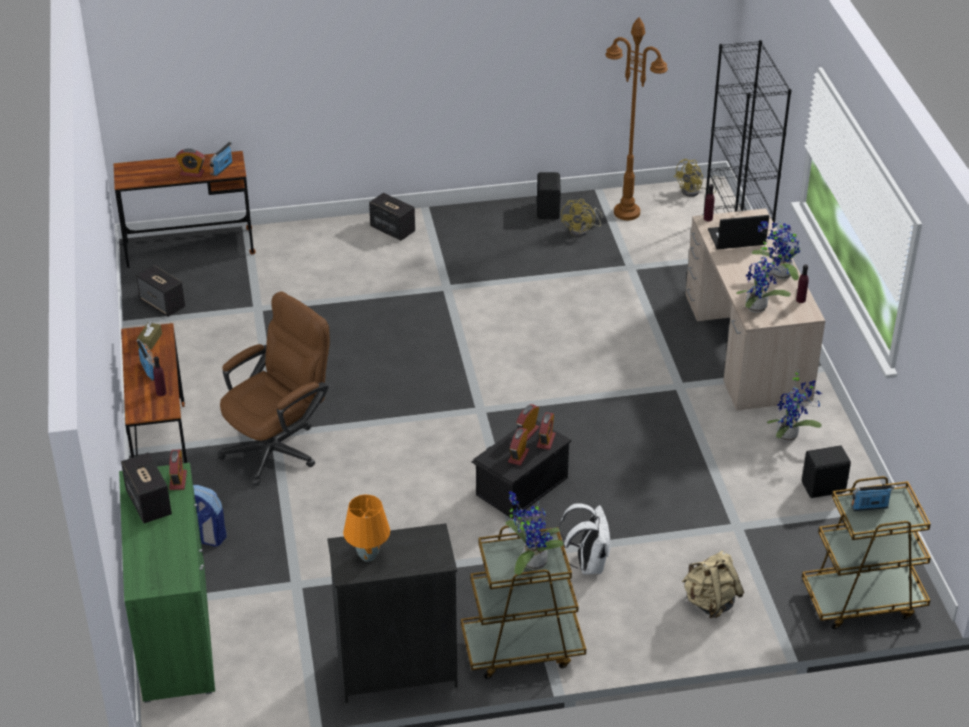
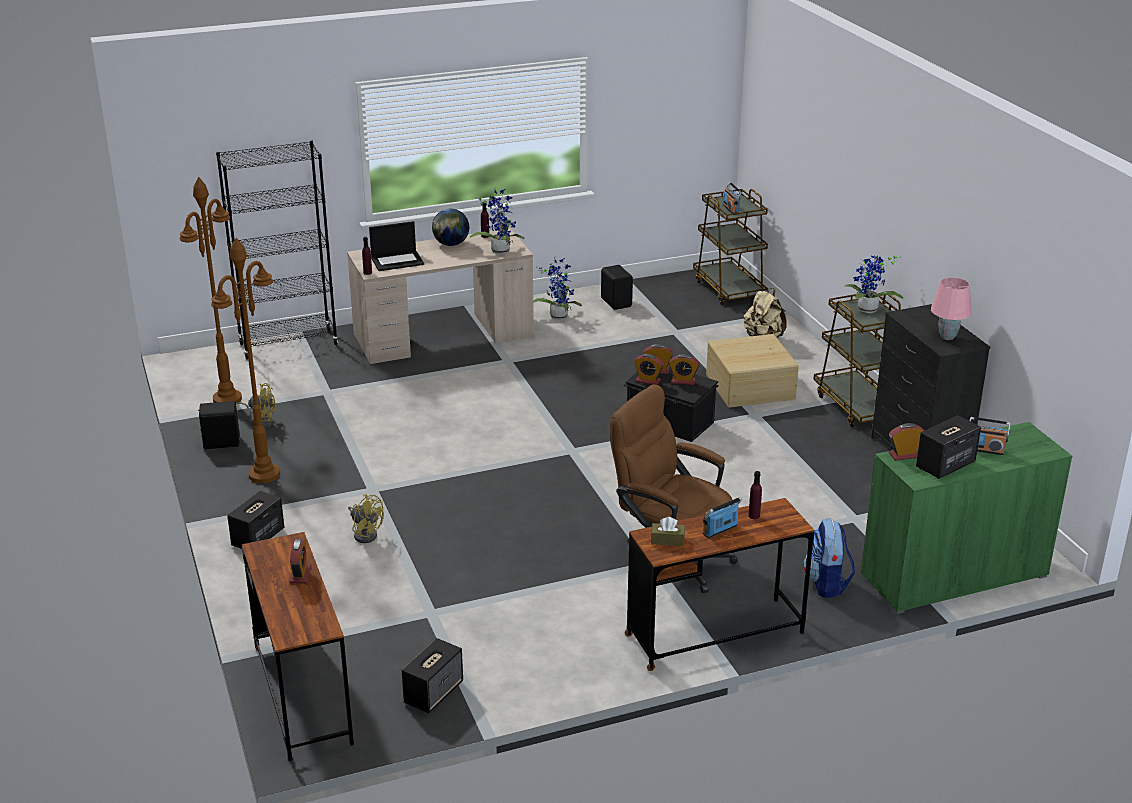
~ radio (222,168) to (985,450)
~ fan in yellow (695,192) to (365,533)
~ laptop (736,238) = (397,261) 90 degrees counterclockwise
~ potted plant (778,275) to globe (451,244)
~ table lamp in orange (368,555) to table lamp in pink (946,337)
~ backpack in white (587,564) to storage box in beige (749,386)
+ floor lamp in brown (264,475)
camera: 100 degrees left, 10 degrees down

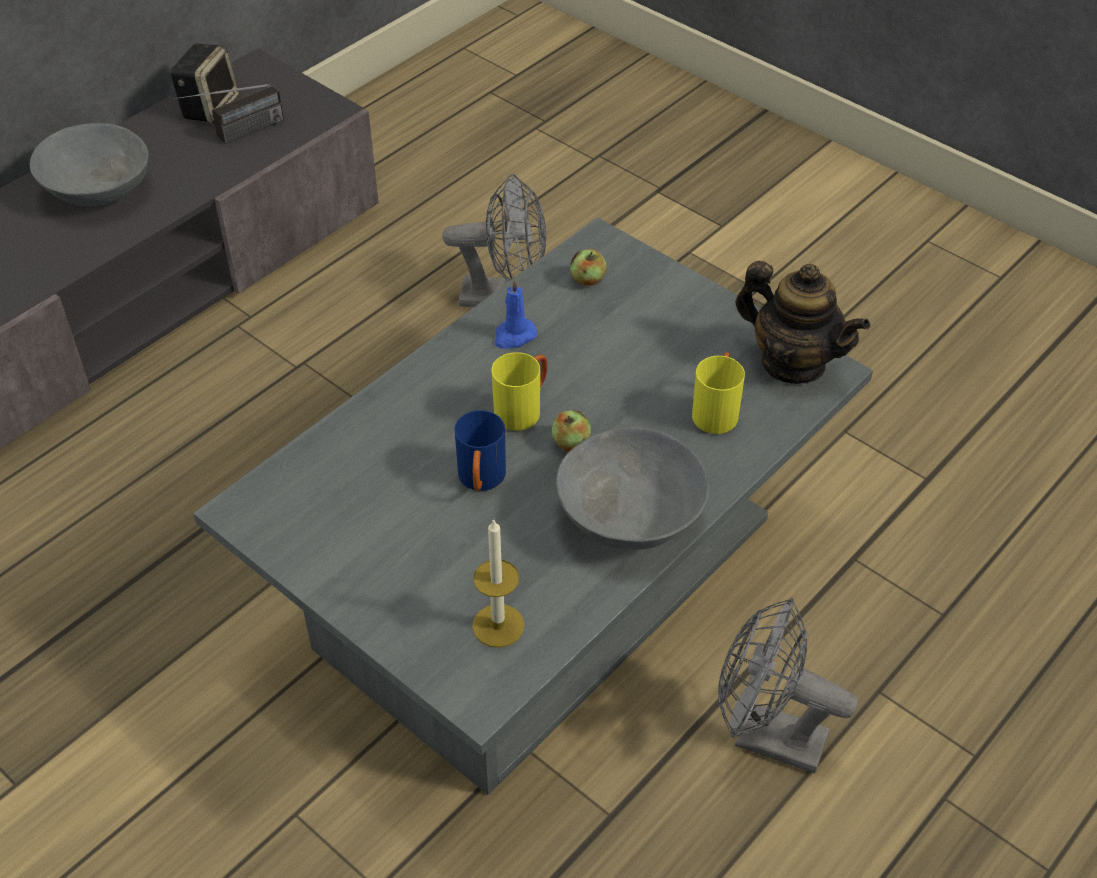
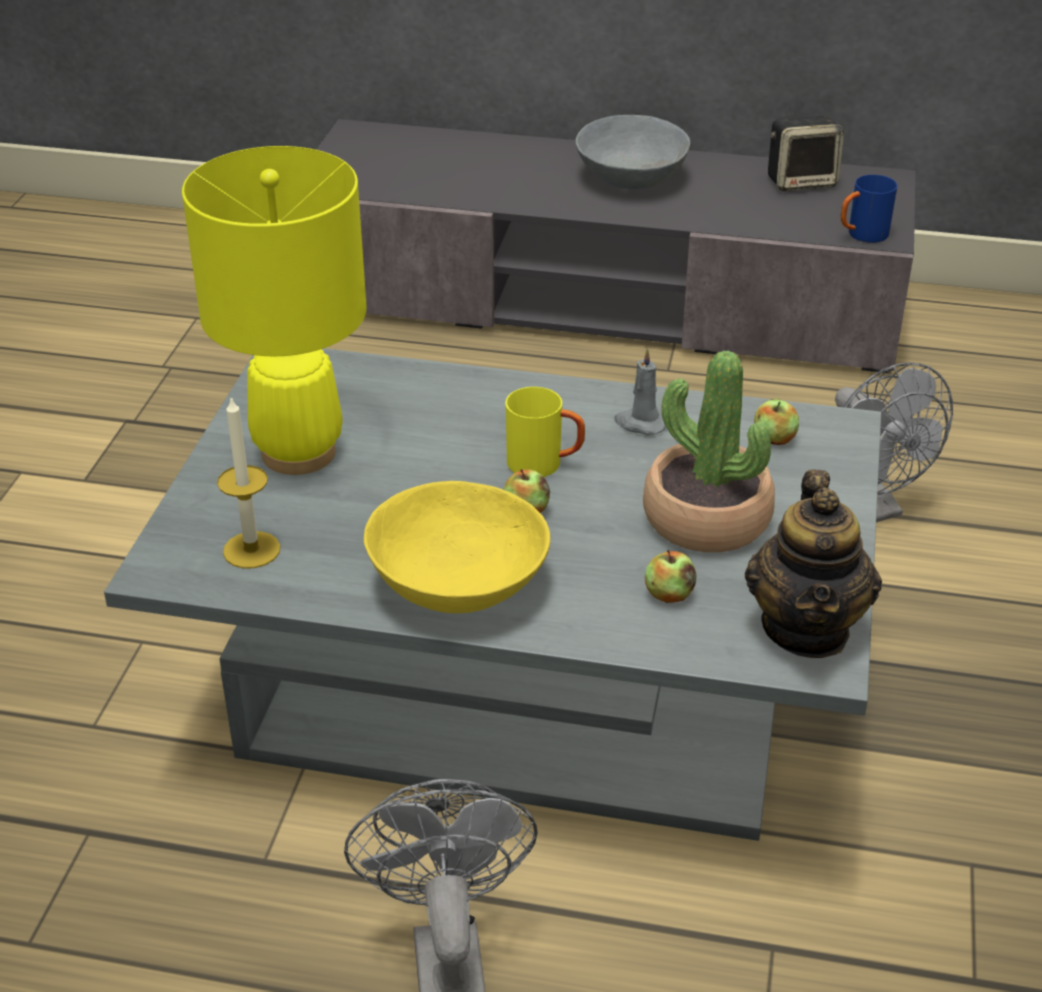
- radio (235,135)
~ candle in blue (514,336) to candle in grey (640,423)
~ mug in yellow (716,411) to apple (669,594)
~ mug in blue (481,481) to (861,236)
~ bowl in grey (631,518) to bowl in yellow (456,586)
+ table lamp in yellow (298,453)
+ potted plant (706,518)
camera: 60 degrees right, 10 degrees down

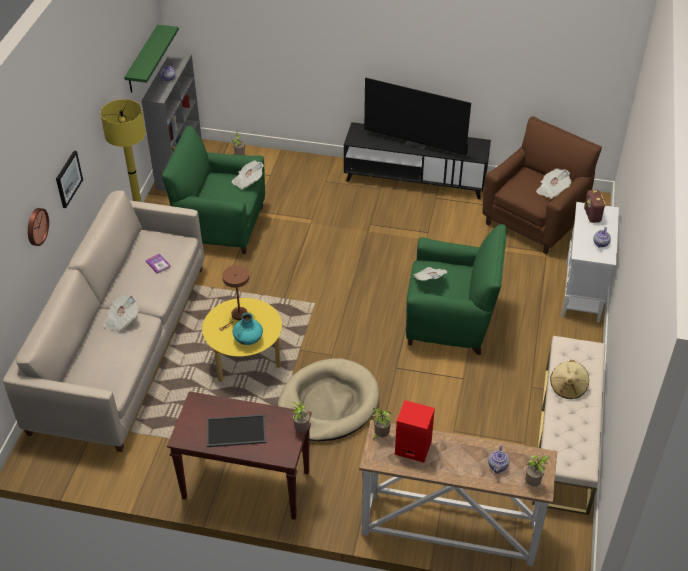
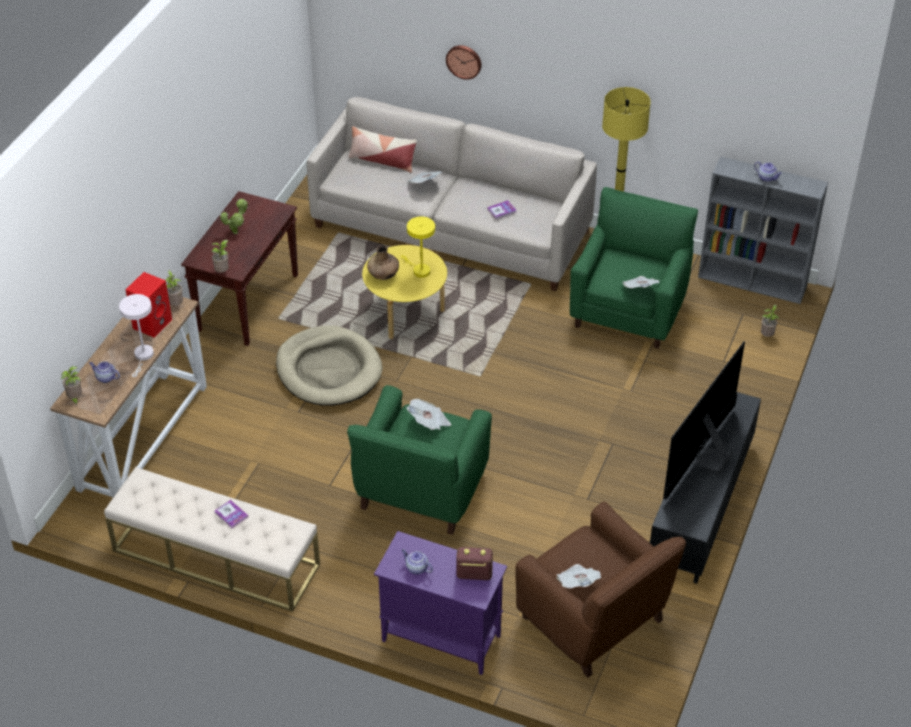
- shelf in green (142,60)
- picture (68,179)
~ cabinet in white (582,292) to cabinet in purple (440,638)
~ table lamp in brown (237,316) to table lamp in yellow (419,270)
~ vase in turquoise (248,339) to vase in brown (383,275)
~ hat in beige (568,387) to book (231,514)
~ tray (235,432) to potted plant (237,231)
+ pillow (382,161)
+ table lamp in white (143,356)
camera: 100 degrees right, 0 degrees up

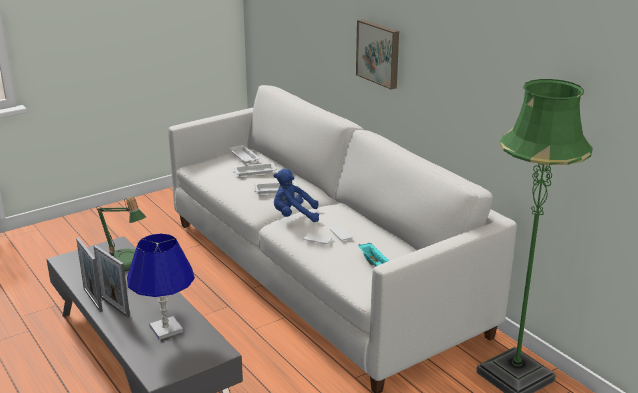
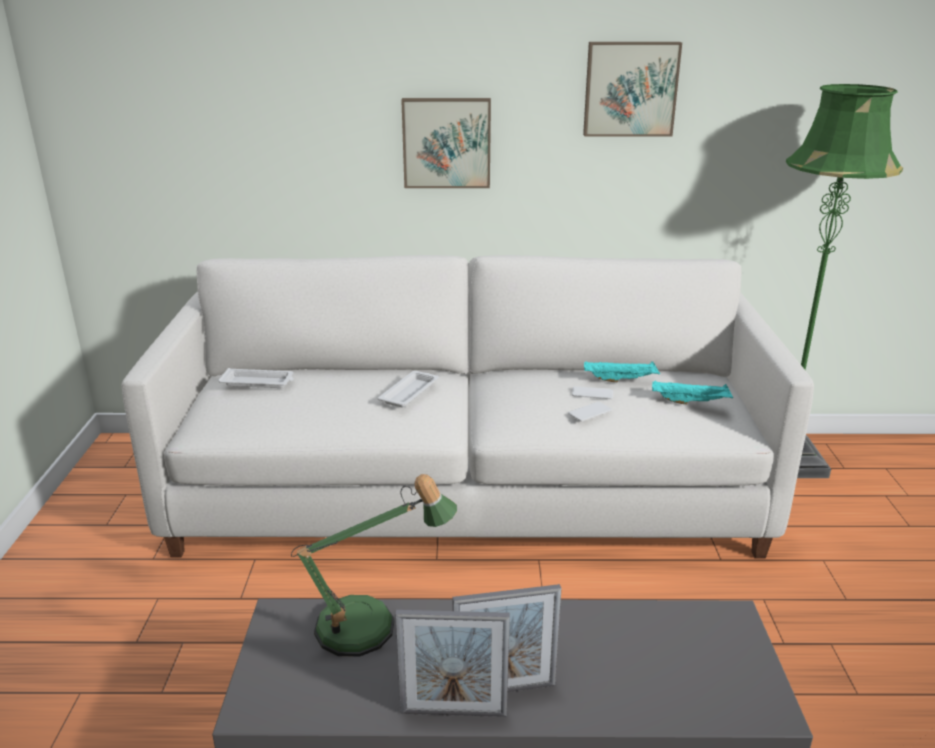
- tray in white (254,172)
- plush toy in blue (294,216)
- table lamp in blue (166,329)
+ picture (630,89)
+ tray in turquoise (621,380)
camera: 55 degrees left, 0 degrees up

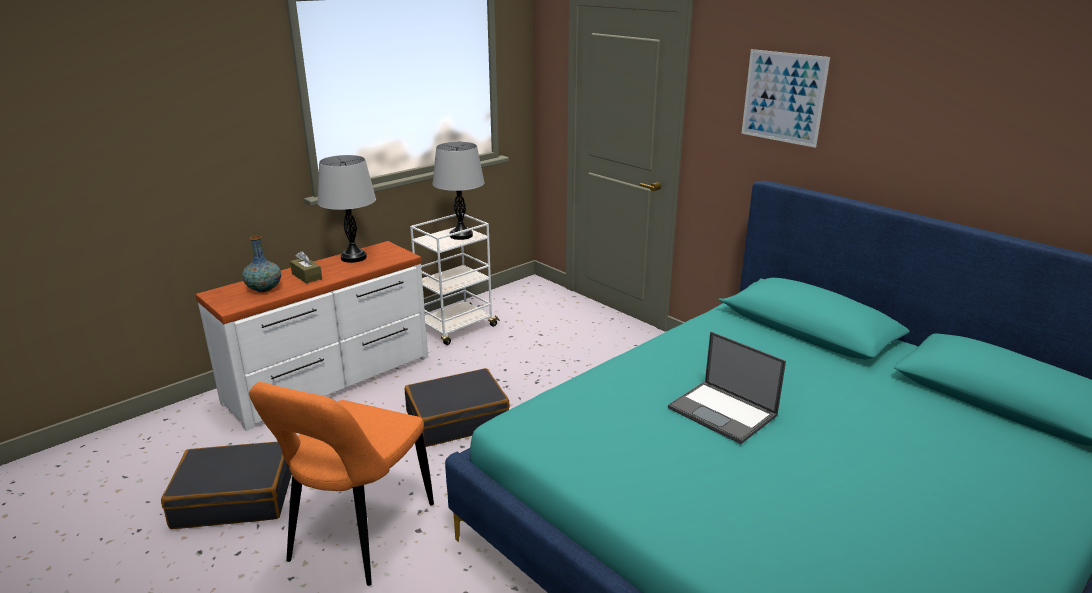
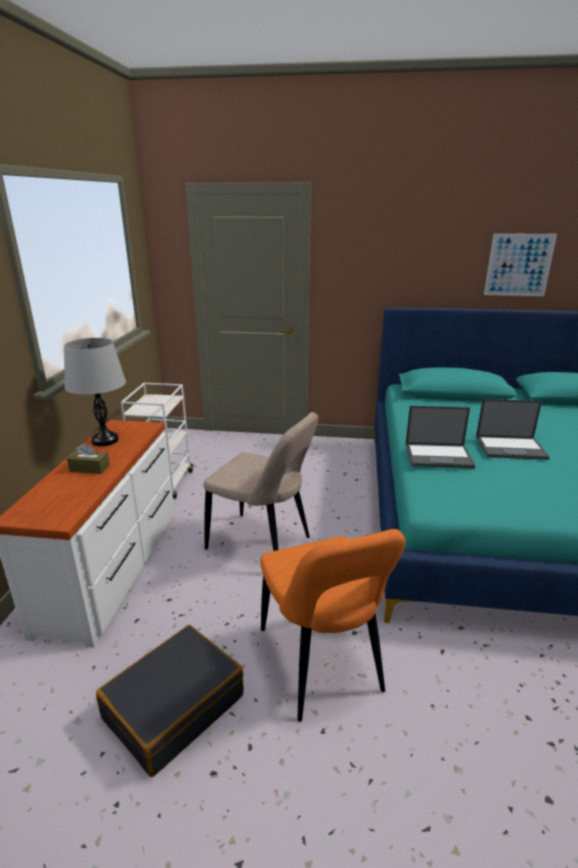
~ picture (783,97) to (519,265)
- table lamp in grey (461,235)
- vase (264,289)
~ suitcase in black (457,419) to chair in beige (263,545)
+ laptop (439,456)
camera: 40 degrees left, 0 degrees up

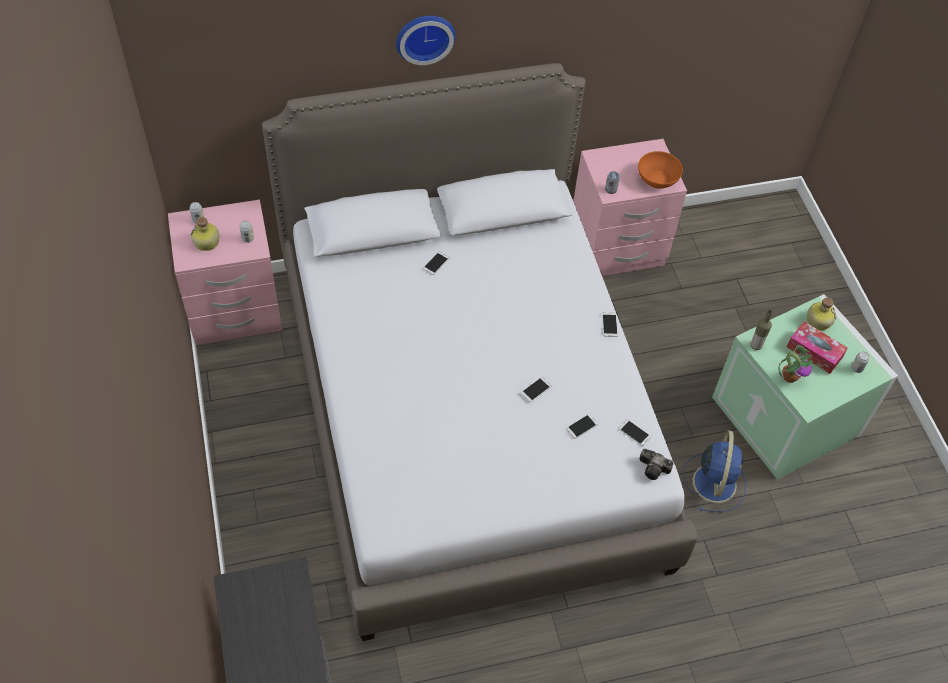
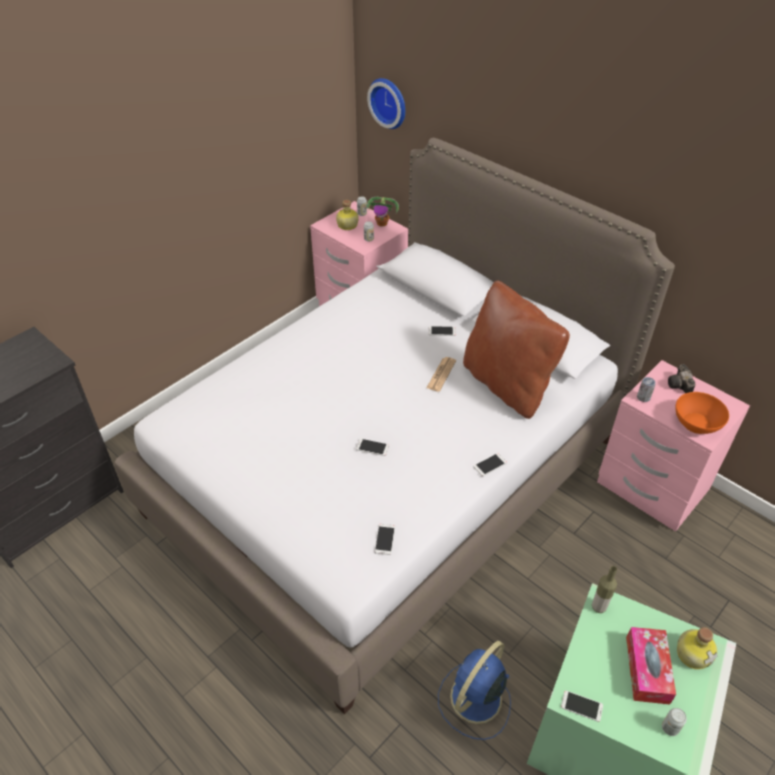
~ wall clock (424,36) to (389,102)
~ potted plant (789,376) to (382,223)
~ phone (582,426) to (581,706)
~ fan in blue (714,481) = (474,700) 150 degrees clockwise
~ photo camera (654,469) to (680,386)
+ pillow in brown (507,385)
+ newspaper (441,374)
camera: 60 degrees right, 10 degrees down

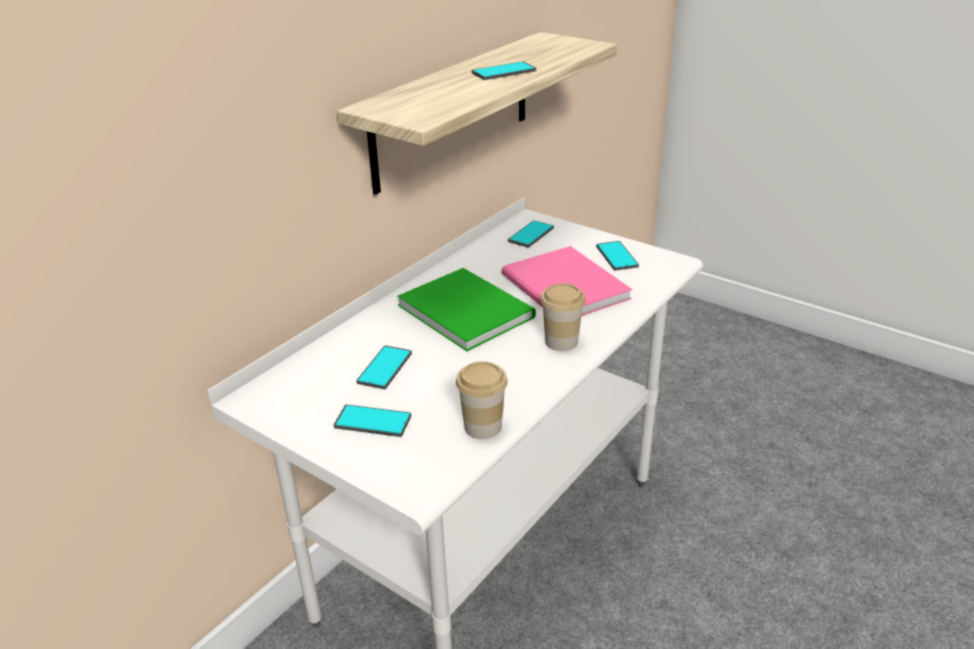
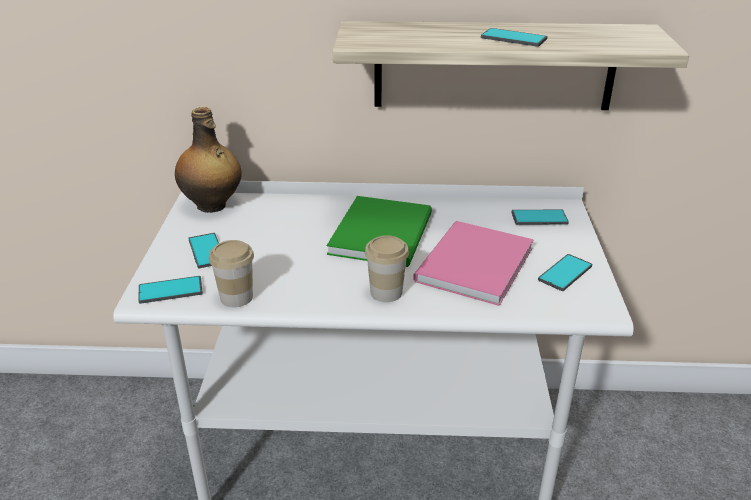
~ phone (384,368) to (170,290)
+ bottle (212,206)
camera: 55 degrees right, 0 degrees up

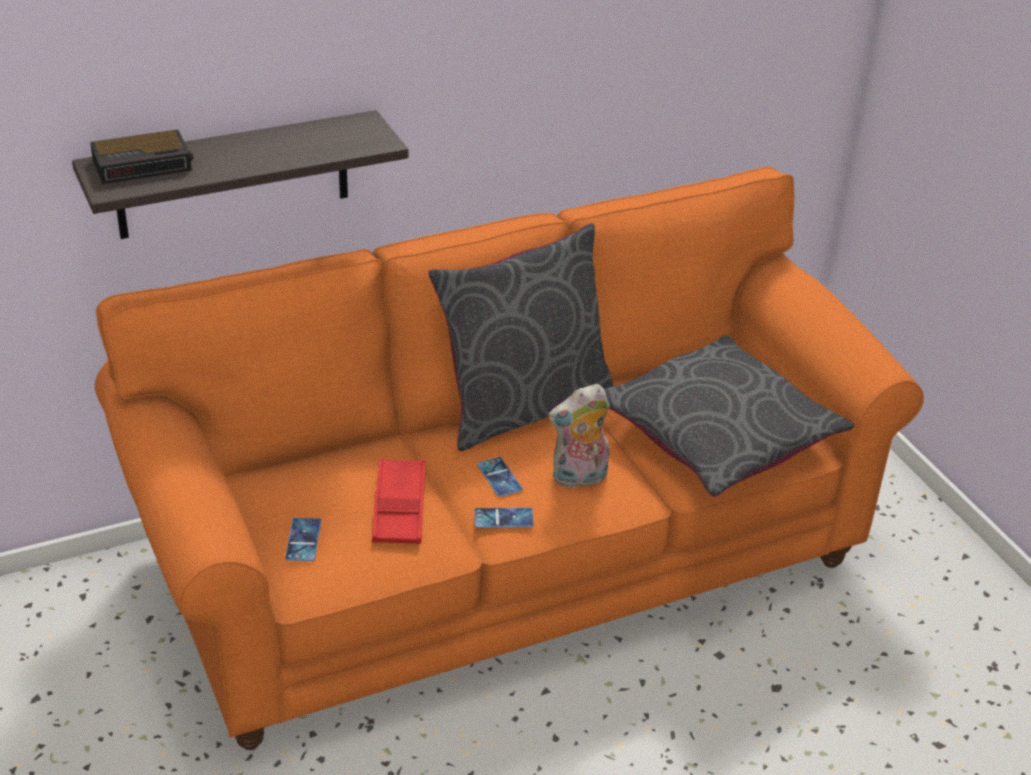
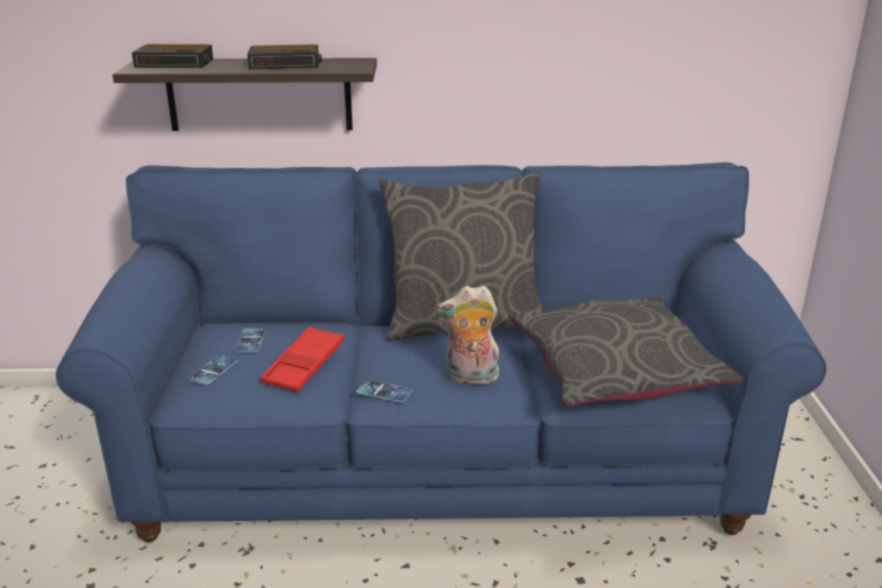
~ sofa in orange (507,561) to sofa in blue (441,459)
~ phone (499,477) to (250,341)
+ alarm clock (286,64)
camera: 25 degrees right, 10 degrees down

